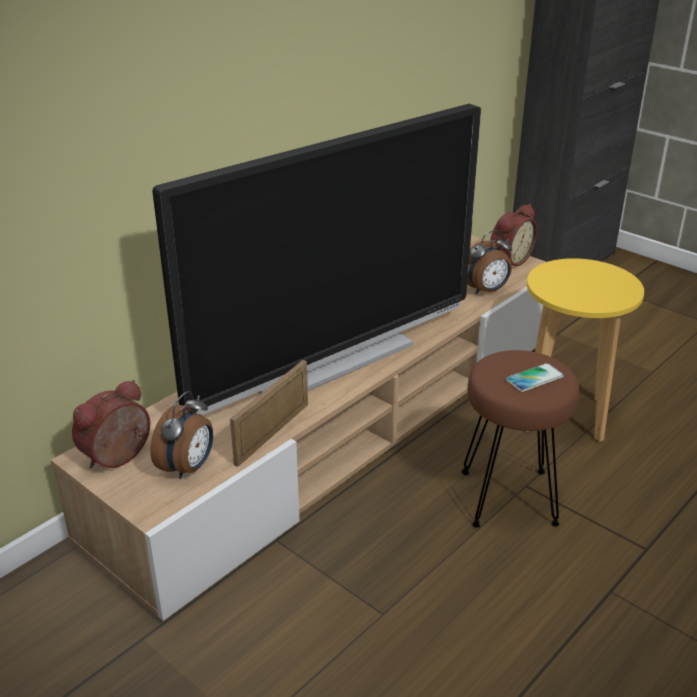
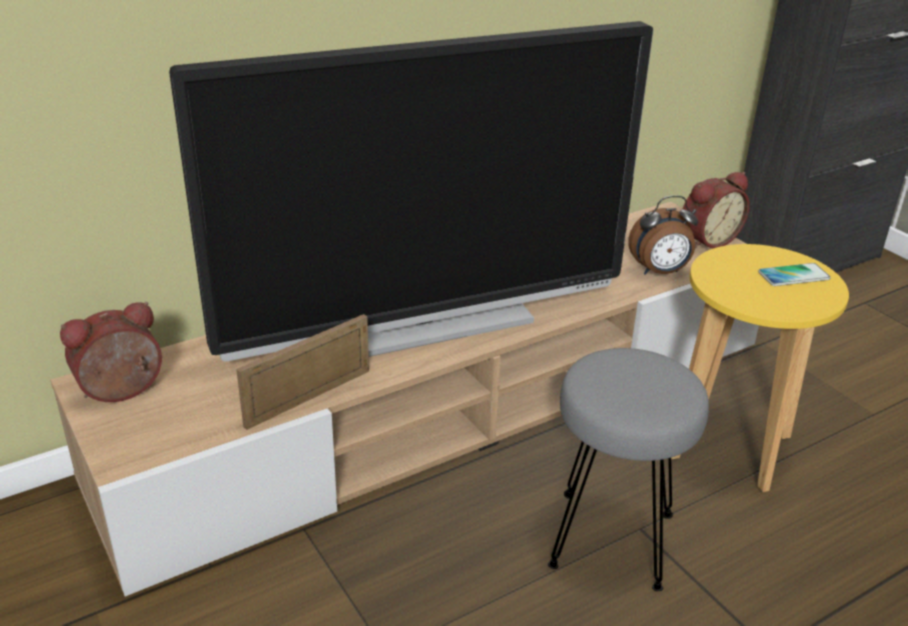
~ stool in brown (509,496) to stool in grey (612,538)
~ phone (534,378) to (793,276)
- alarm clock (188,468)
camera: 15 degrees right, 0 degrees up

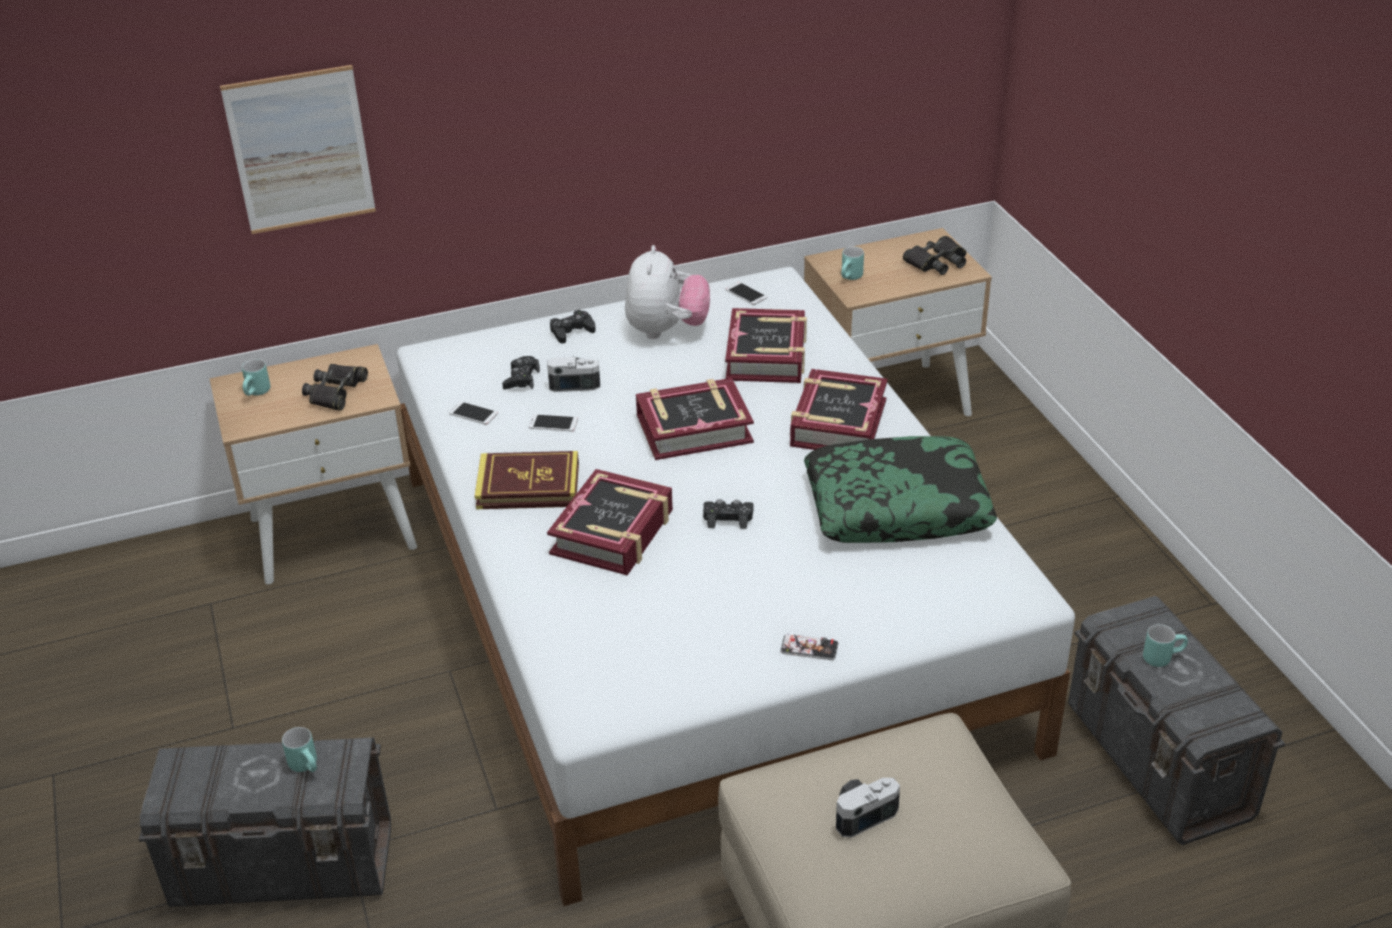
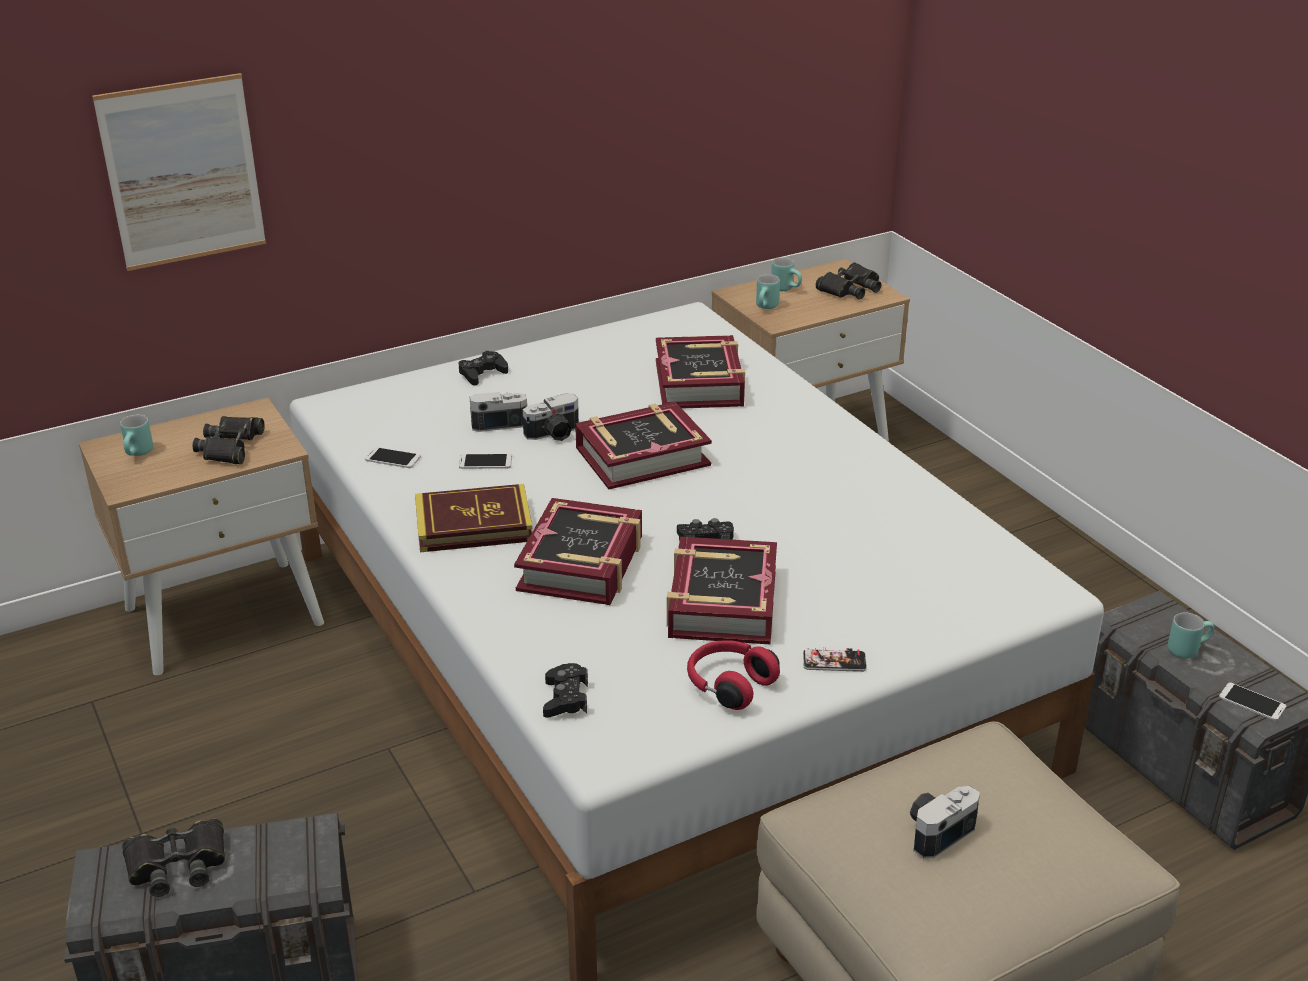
- plush toy (666,330)
~ phone (746,294) to (1252,702)
~ game controller in black (521,379) to (565,698)
~ book (837,423) to (721,602)
- pillow (897,506)
~ mug in turquoise (308,766) to (787,289)
+ photo camera (554,434)
+ headphones in red (728,685)
+ binoculars in black (177,865)
camera: 10 degrees left, 5 degrees down

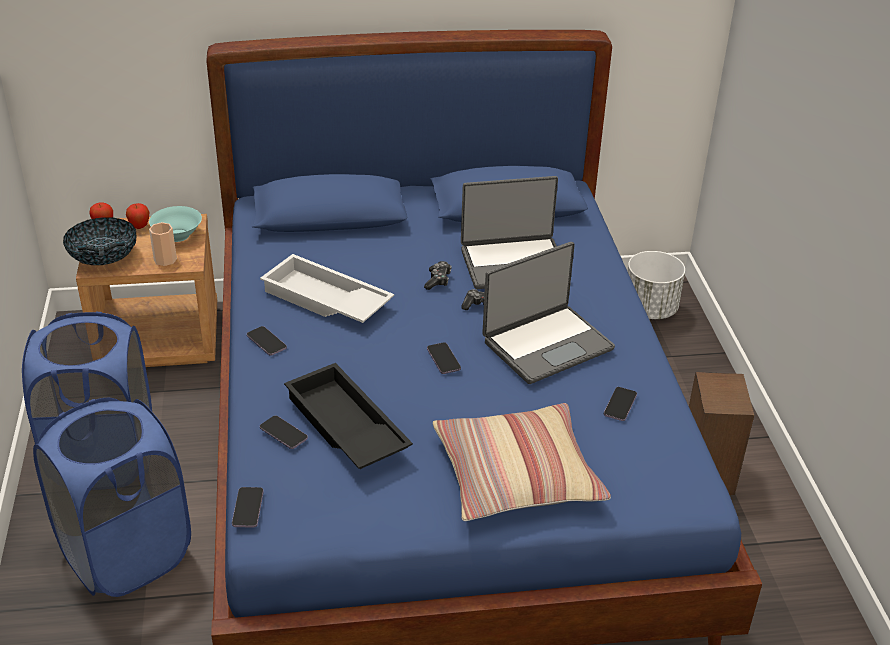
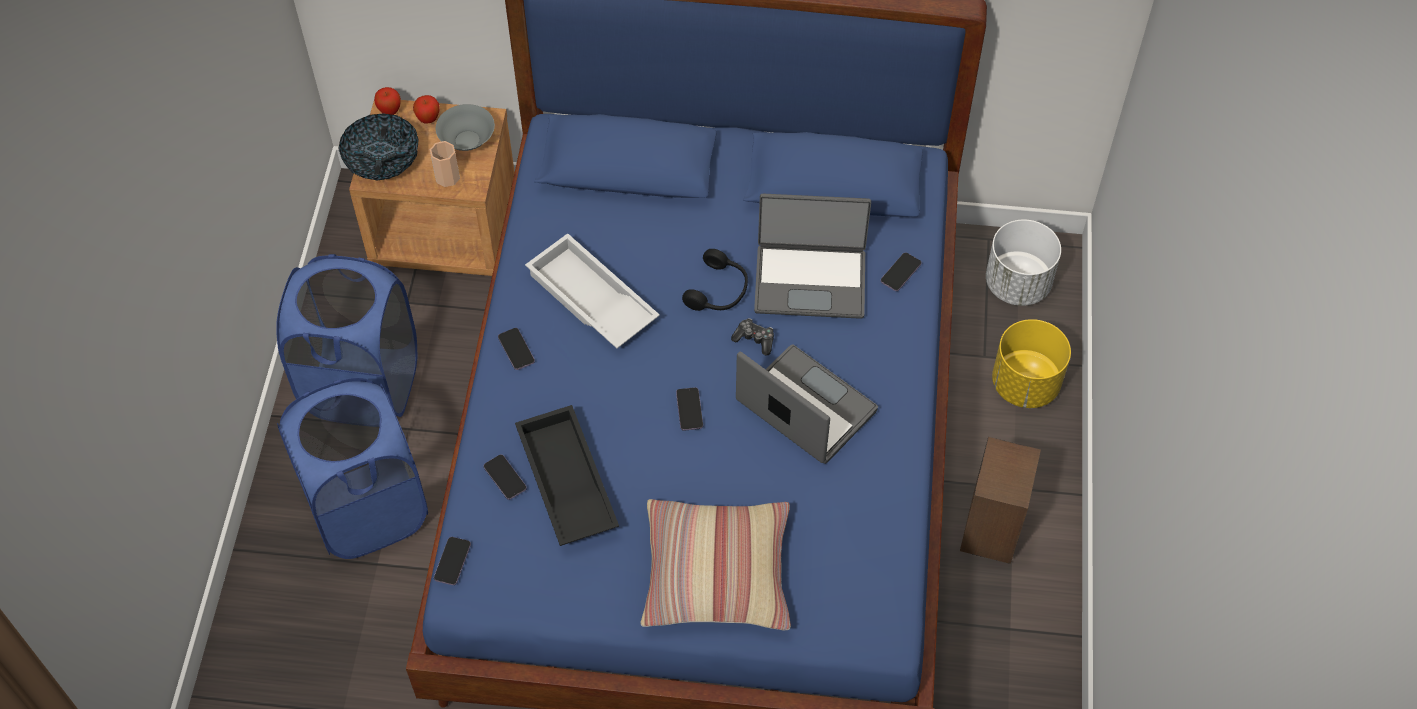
~ bowl in turquoise (177,236) to bowl in grey (467,141)
~ laptop (546,344) = (804,408) 120 degrees counterclockwise
~ game controller (438,280) to headphones in black (719,291)
~ phone (620,405) to (900,273)
+ planter in yellow (1024,384)
camera: 15 degrees right, 20 degrees up

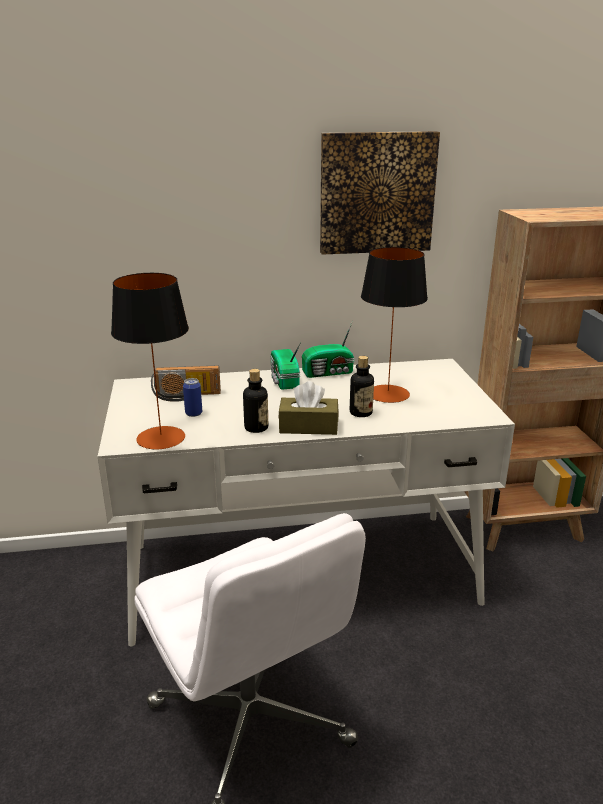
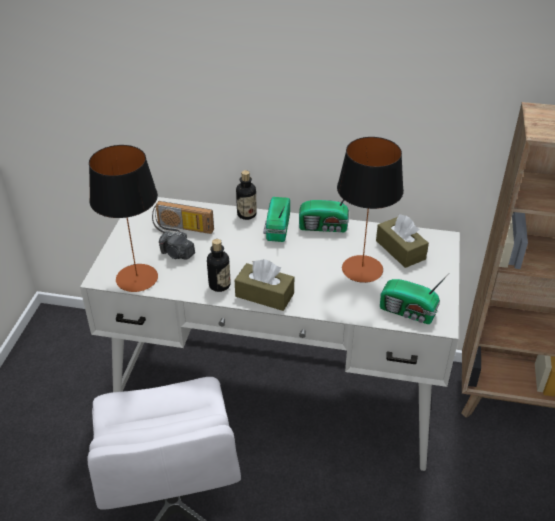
- picture (376,193)
~ bottle (360,413) to (246,214)
~ can (193,413) to photo camera (177,254)
+ tissue box in brown (400,250)
+ radio (409,312)
camera: 20 degrees right, 15 degrees up

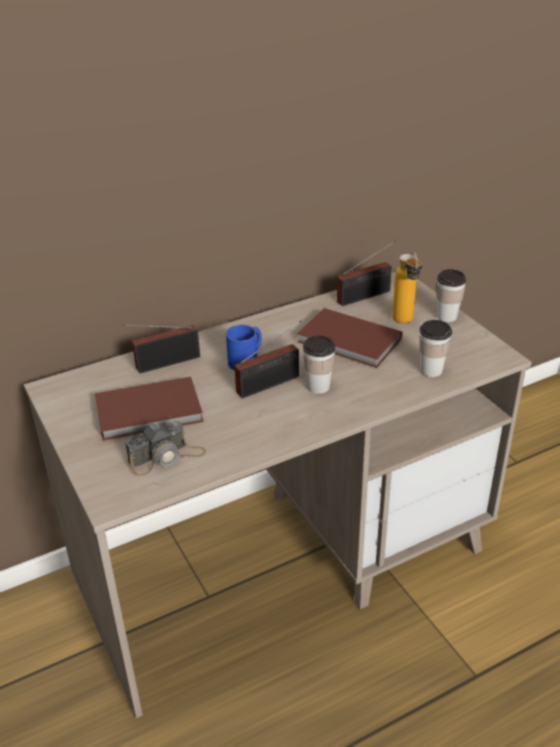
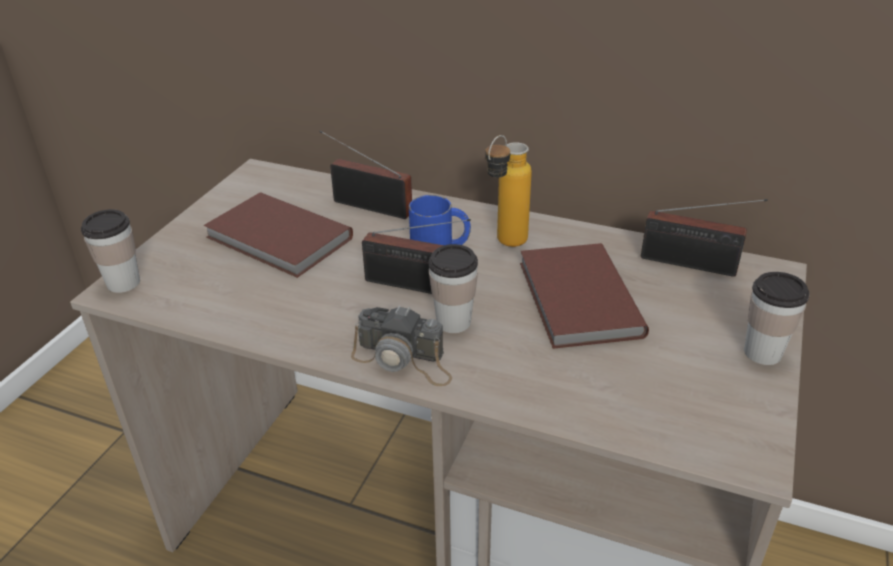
~ bottle (405,323) to (504,245)
~ cup (431,370) to (123,283)
~ photo camera (166,457) to (404,360)
camera: 50 degrees right, 0 degrees up

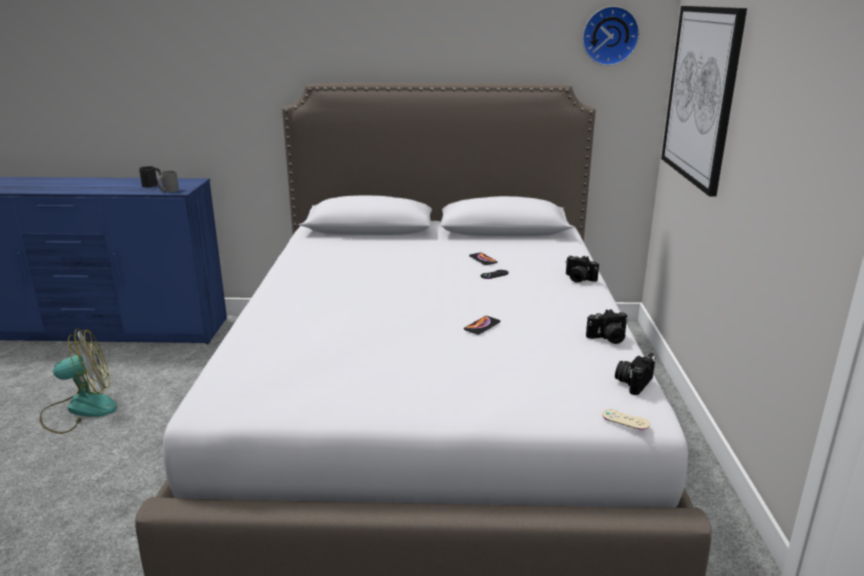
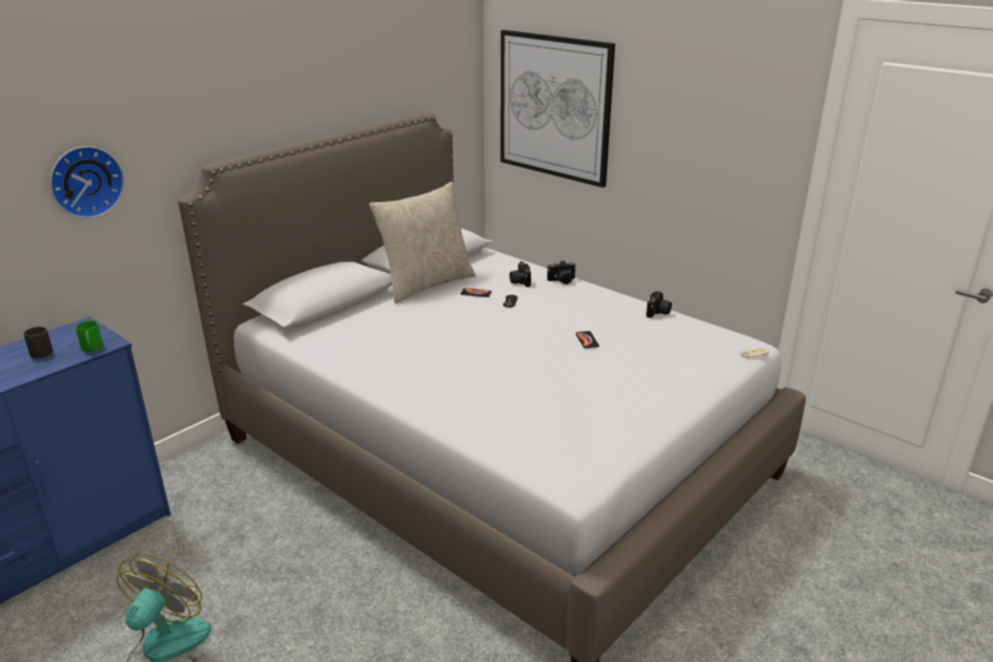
~ wall clock (609,36) to (85,181)
~ mug in grey (168,191) to mug in green (92,349)
~ photo camera (633,382) to (519,281)
+ pillow in beige (426,284)
camera: 50 degrees left, 5 degrees up

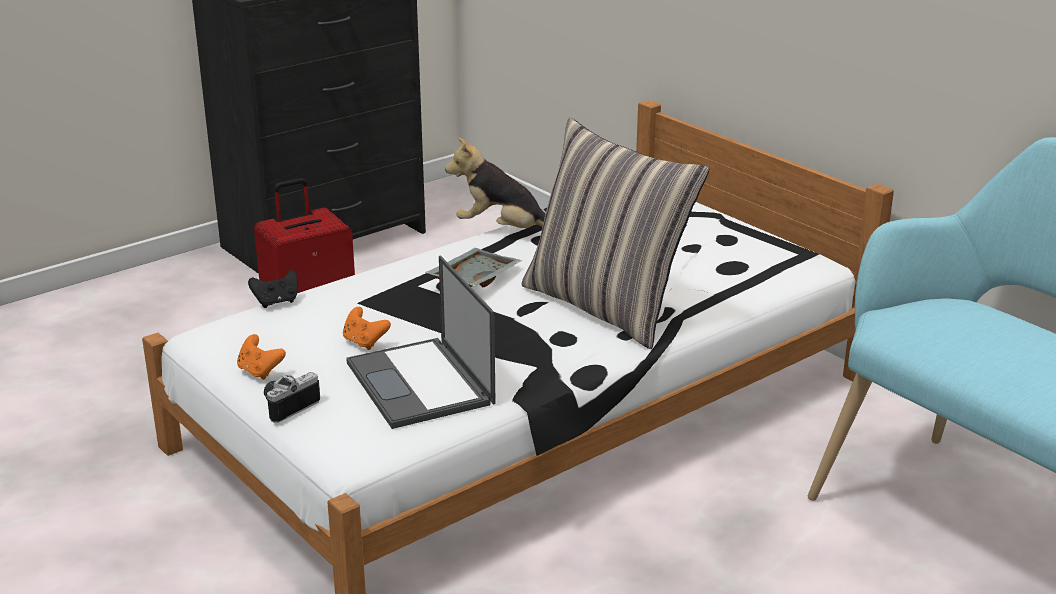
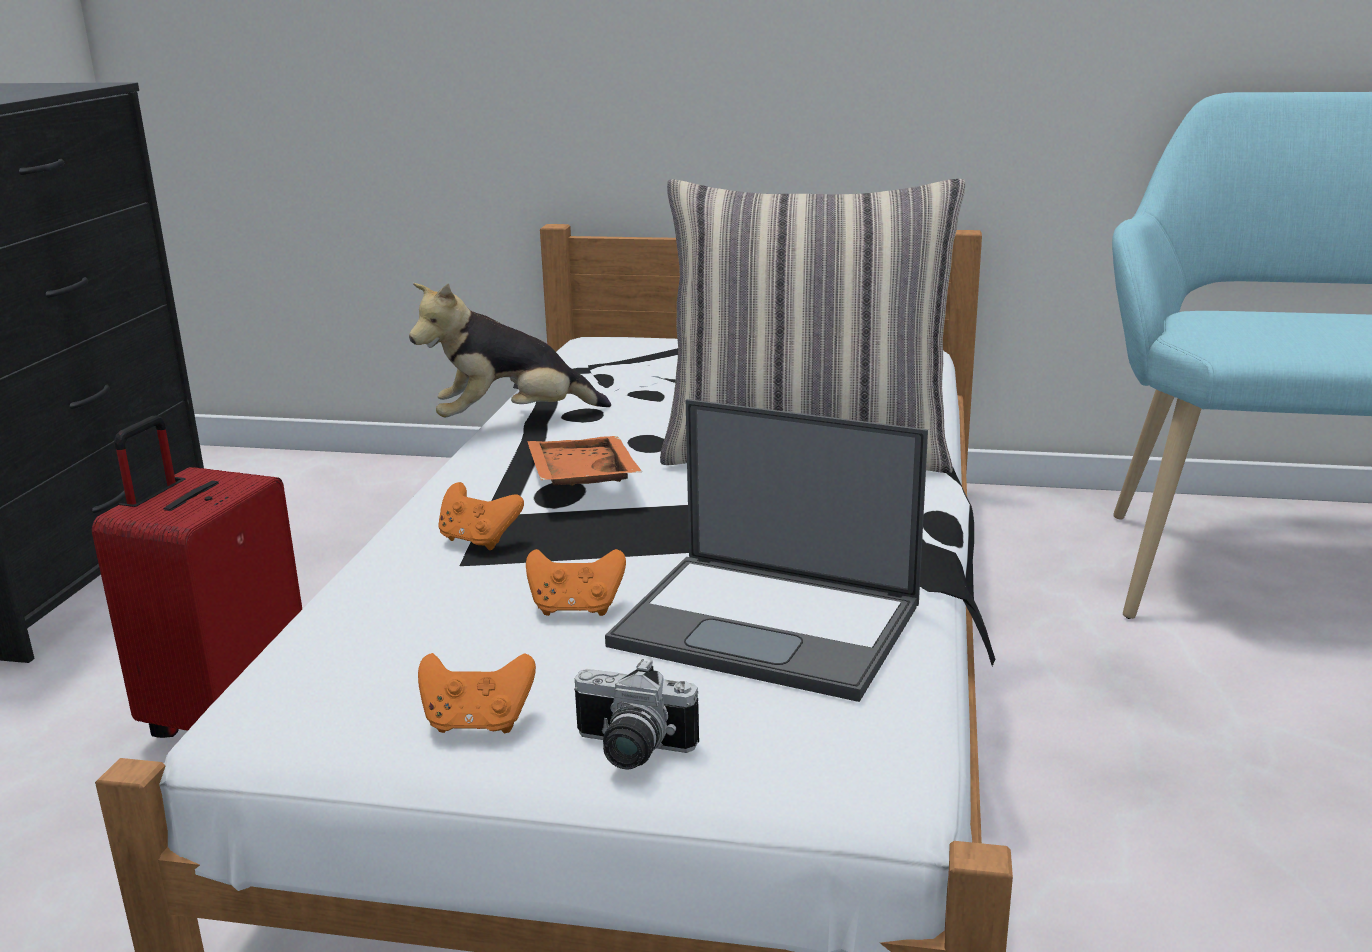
~ tray in grey (473,279) to tray in orange (579,480)
- game controller in black (276,302)
~ photo camera (287,406) = (629,751) 75 degrees counterclockwise
+ game controller in orange (478,540)
camera: 40 degrees left, 5 degrees down

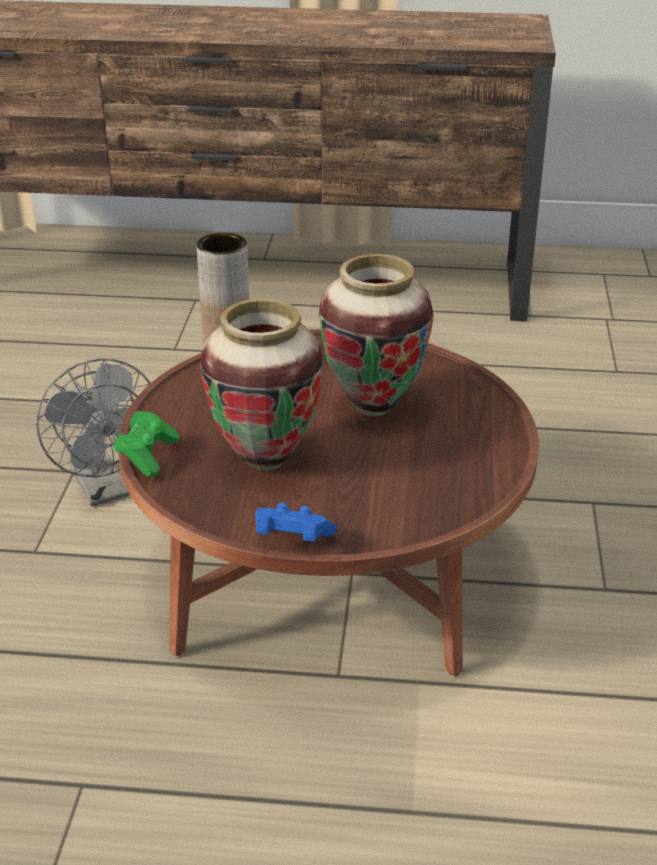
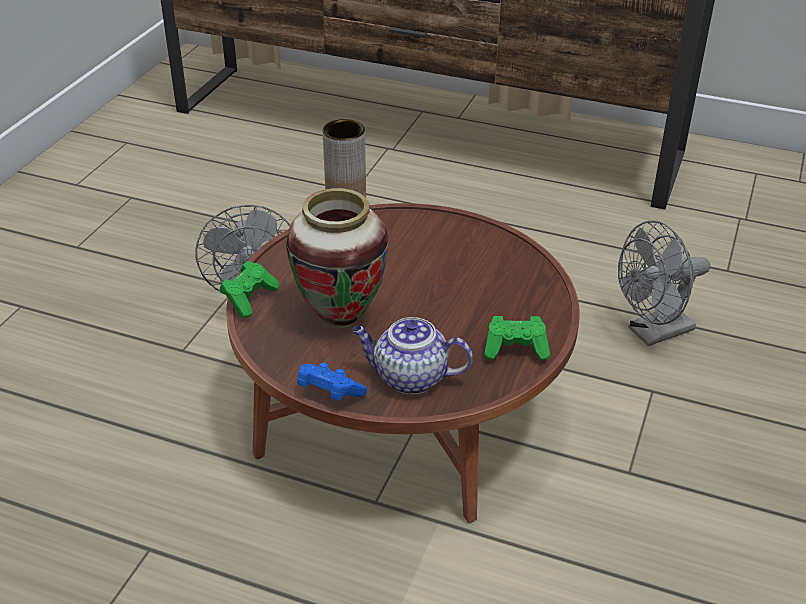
- vase (374,407)
+ fan in grey (653,333)
+ game controller in green (516,349)
+ teapot (409,378)
camera: 15 degrees right, 5 degrees up

